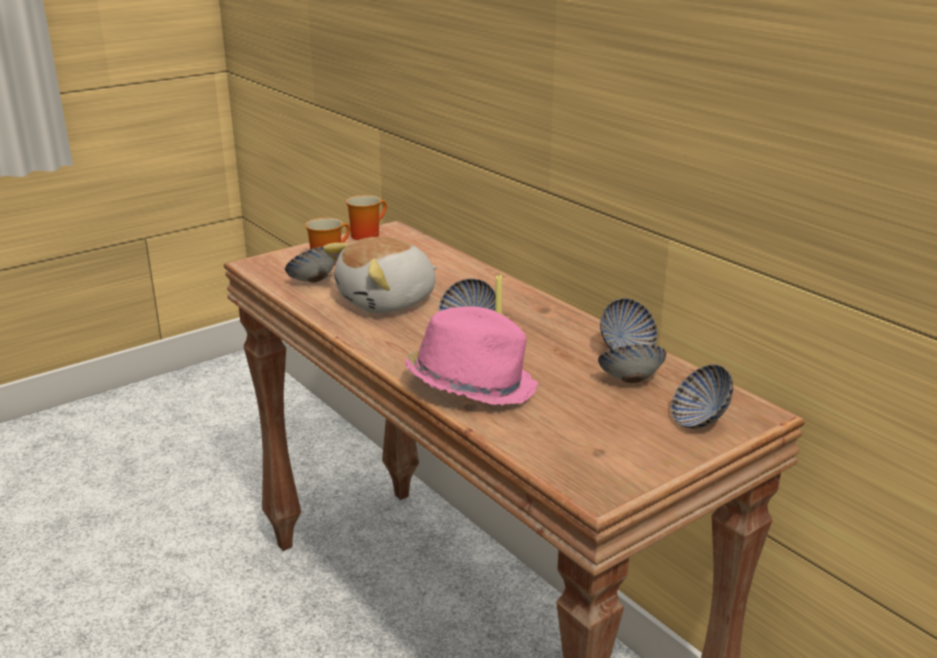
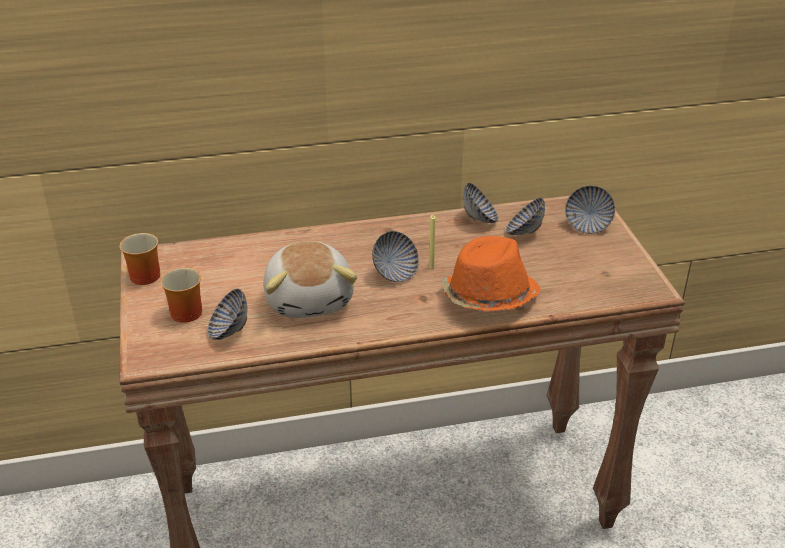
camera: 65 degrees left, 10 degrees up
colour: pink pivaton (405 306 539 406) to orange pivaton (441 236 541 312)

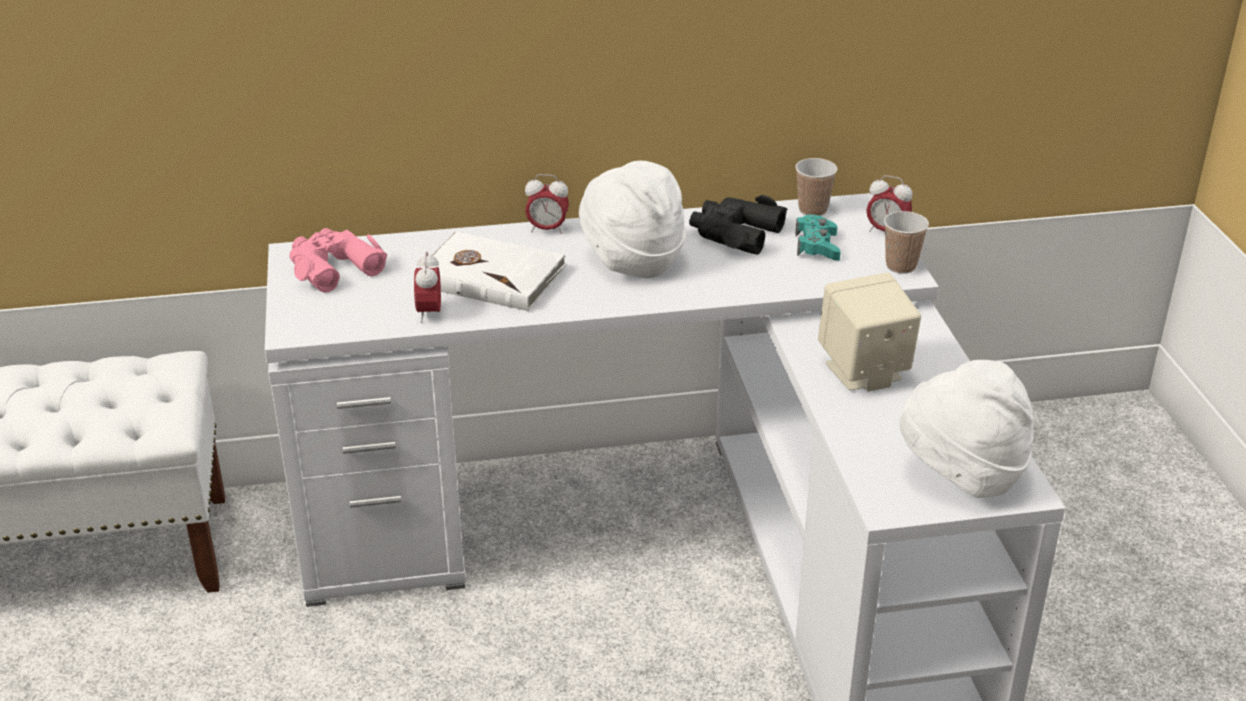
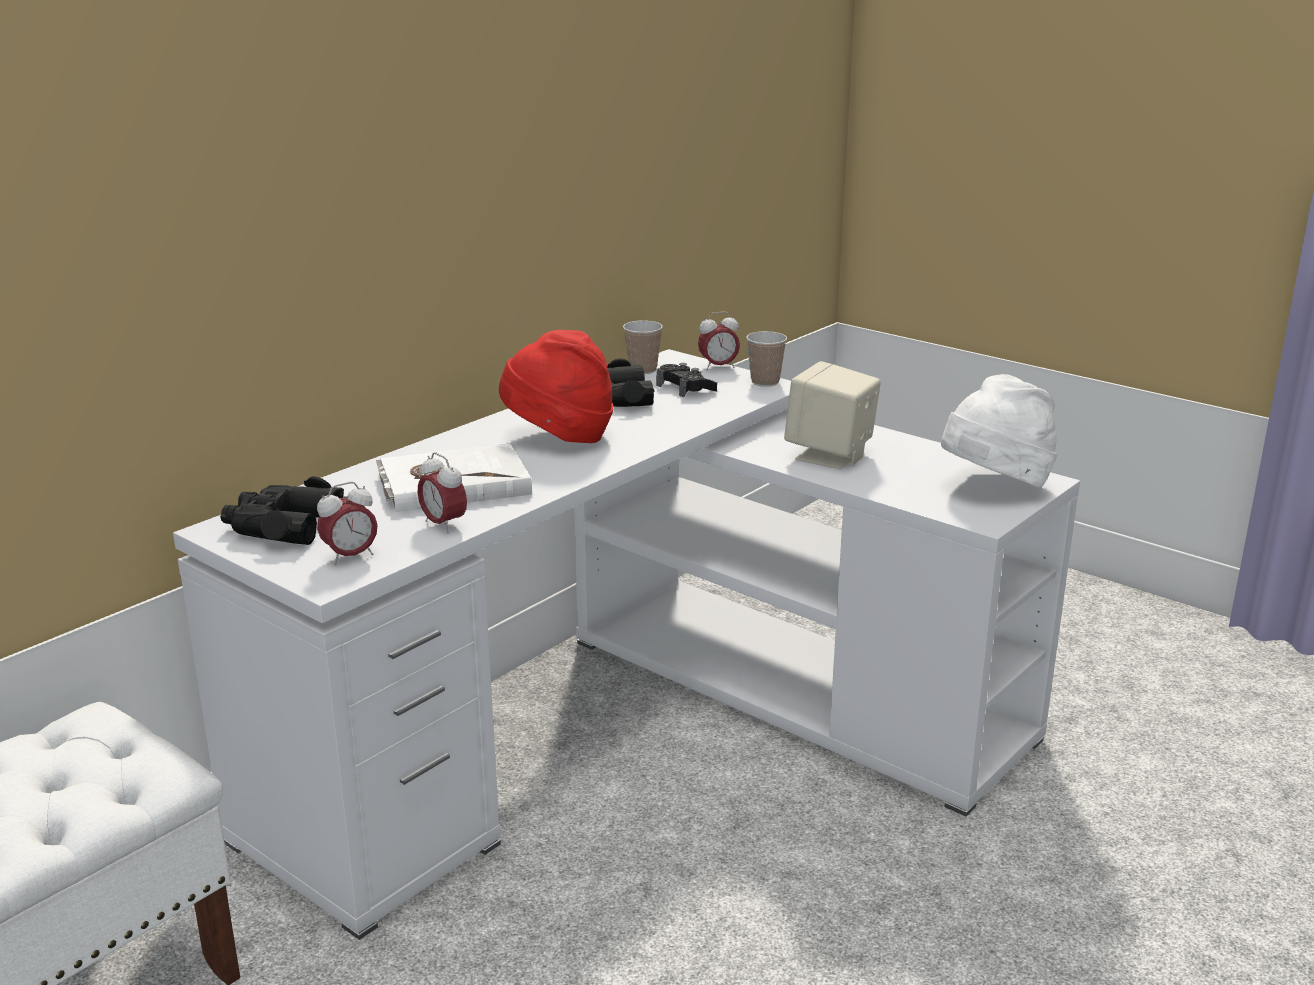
camera: 40 degrees left, 10 degrees down
relocated: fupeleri (525 174 569 234) to (317 482 378 565)
colour: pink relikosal (290 228 387 293) to black relikosal (220 477 344 545); white pivaton (579 161 686 278) to red pivaton (499 330 614 443); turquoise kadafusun (796 215 841 261) to black kadafusun (656 363 717 398)

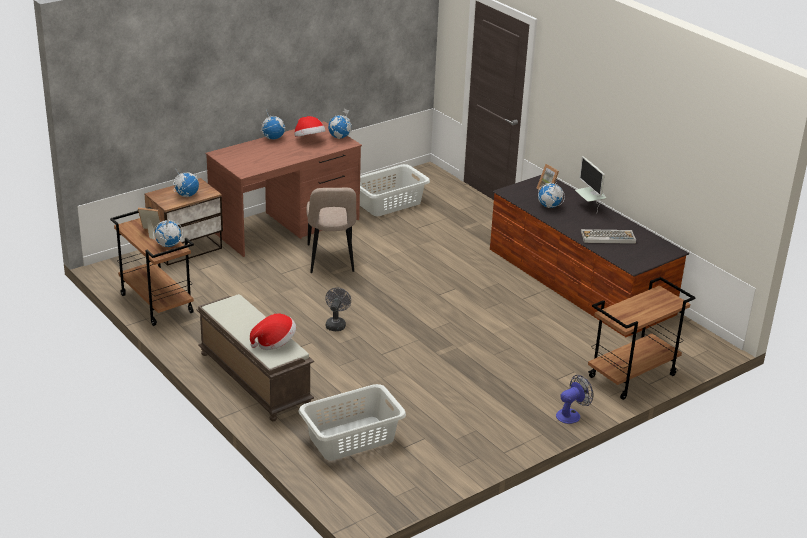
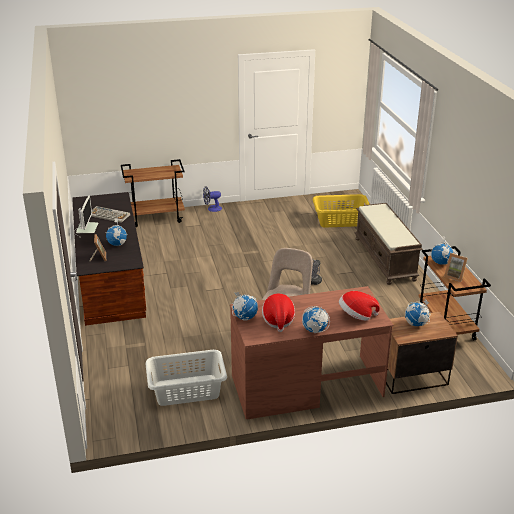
camera: 155 degrees left, 0 degrees up
relocated: pivaton (250 314 296 350) to (339 291 380 321)
colour: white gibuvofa (298 384 406 461) to yellow gibuvofa (313 194 370 228)

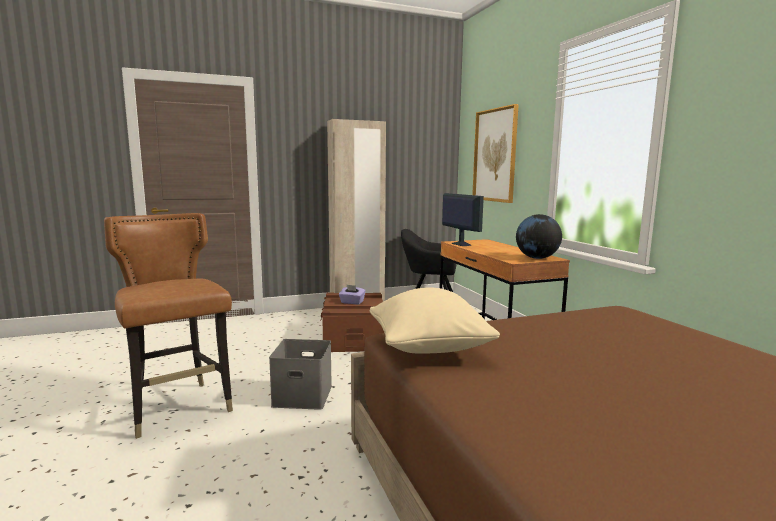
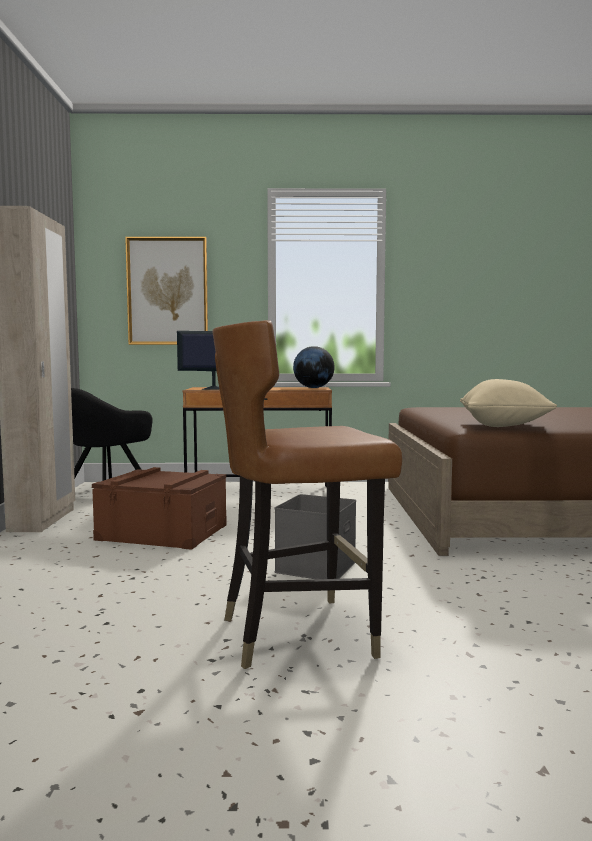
camera: 70 degrees left, 5 degrees down
missing: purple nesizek (339 285 366 304)

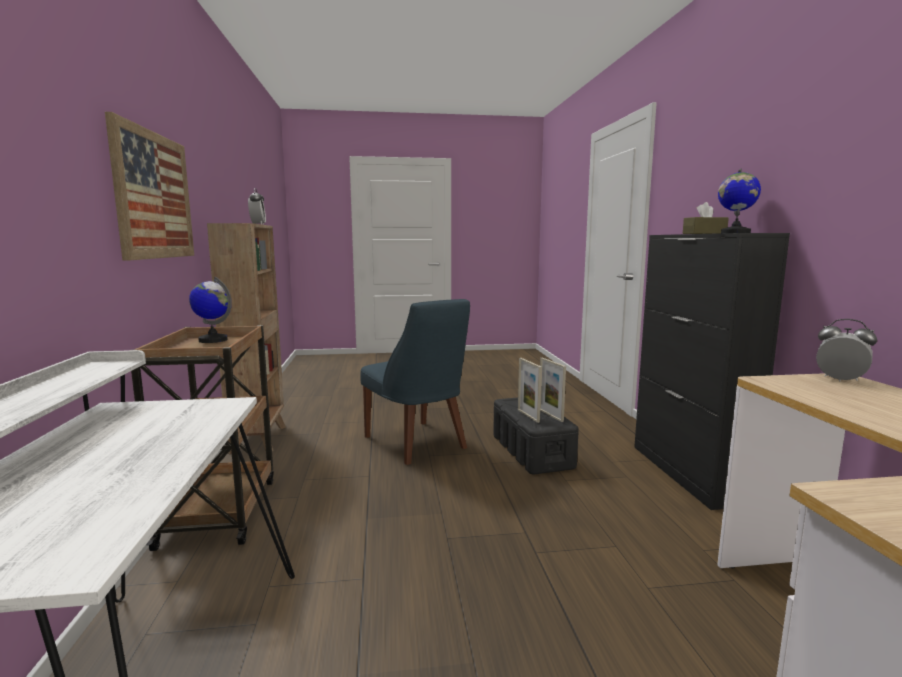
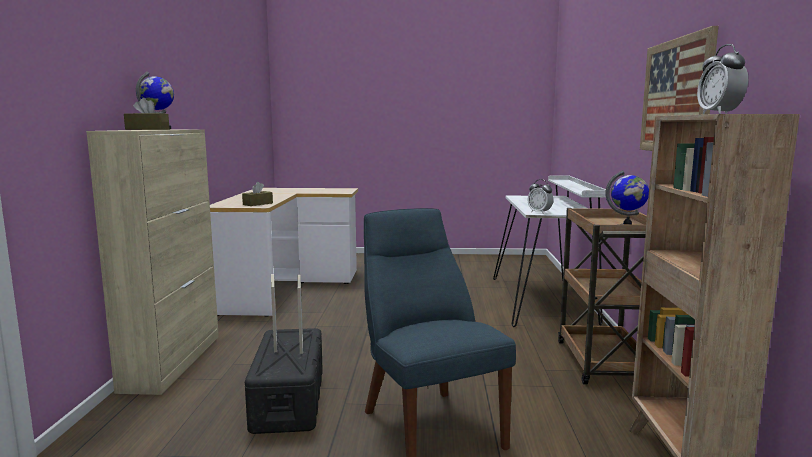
camera: 170 degrees left, 0 degrees up
appeared: brown nesizek (242 182 273 206)
relocated: fupeleri (816 319 877 381) to (528 179 554 214)
colour: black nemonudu (634 233 790 510) to beige nemonudu (86 129 219 395)

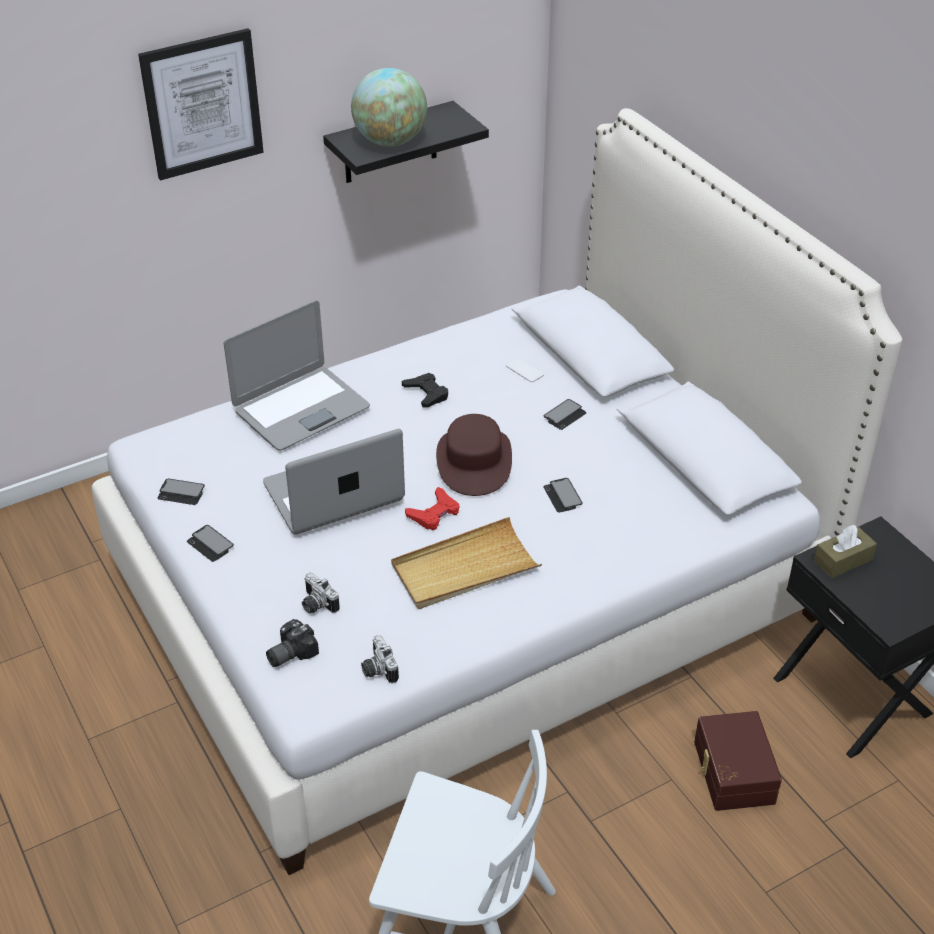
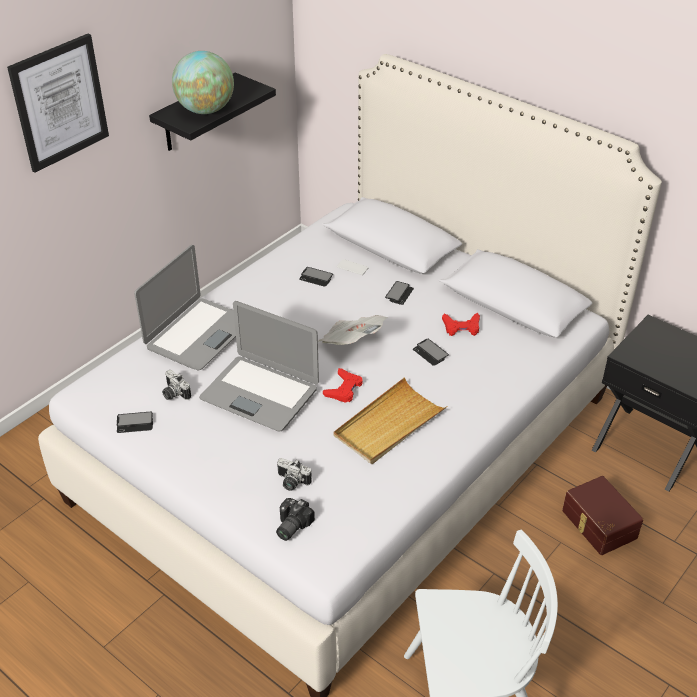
camera: 20 degrees left, 0 degrees up
missing: black kadafusun (402 373 448 408); brown nesizek (814 525 877 578)
appeared: red kadafusun (442 313 480 336)
relocated: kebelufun (361 635 399 684) to (162 370 191 400); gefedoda (187 525 234 562) to (299 267 333 287)
exchanged: brown pivaton (436 414 512 496) to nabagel (319 315 388 345)
spun: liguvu (263 429 405 535) = (199 301 319 432) 105 degrees counterclockwise

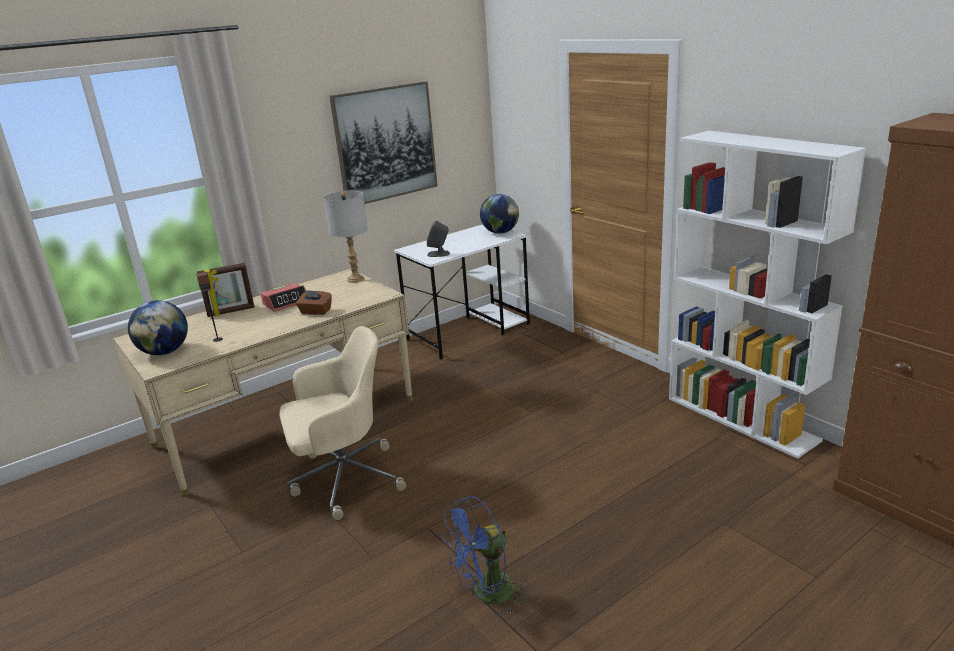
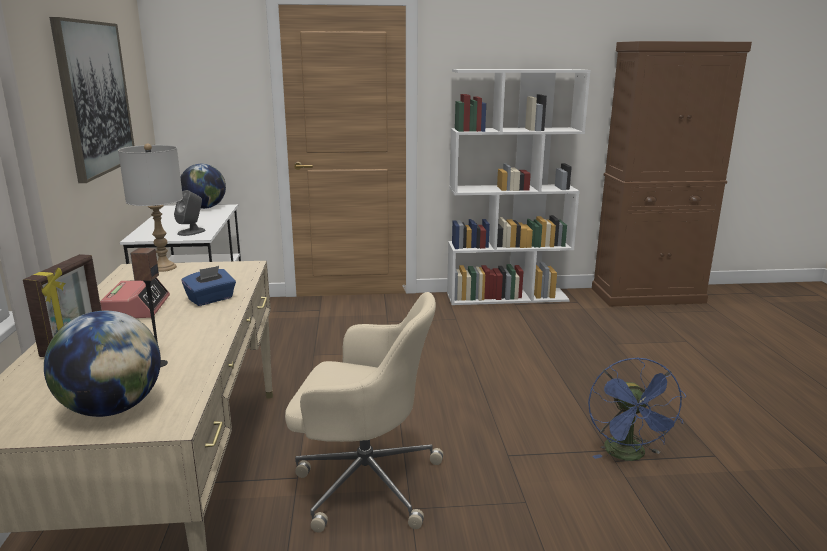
camera: 60 degrees left, 5 degrees down
colour: brown nesizek (296 290 332 315) to blue nesizek (182 266 236 306)
spun: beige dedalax (280 326 406 520) = (285 292 443 533) 90 degrees clockwise

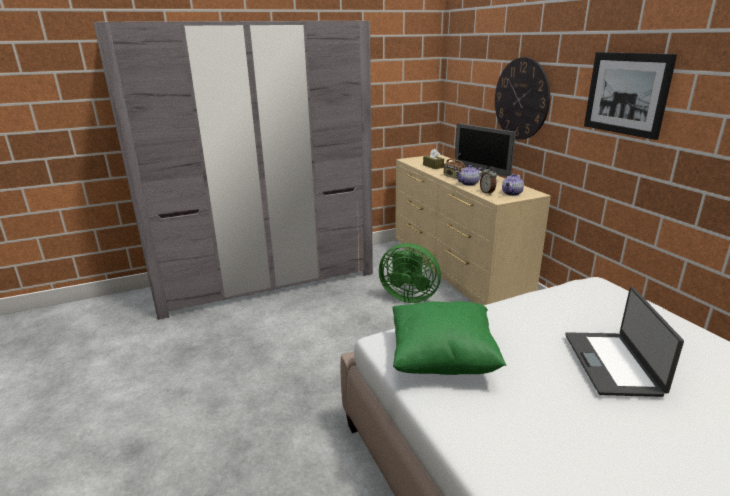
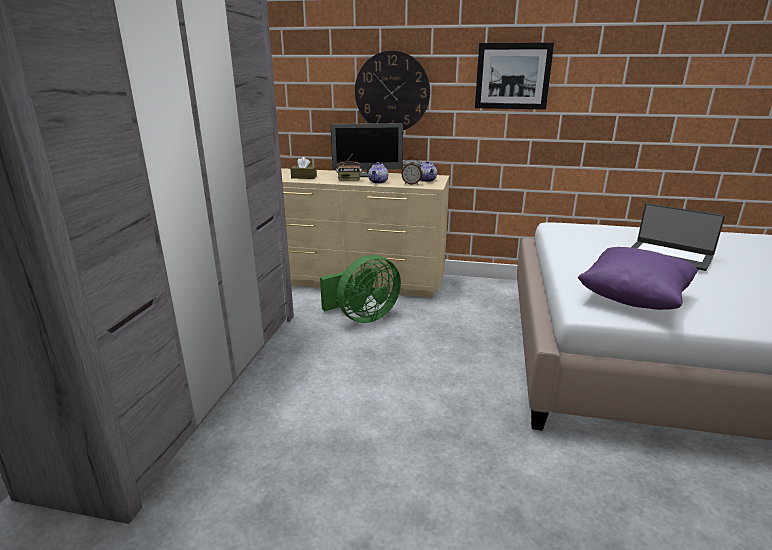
camera: 55 degrees left, 0 degrees up
colour: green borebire (392 301 506 375) to purple borebire (577 247 699 310)

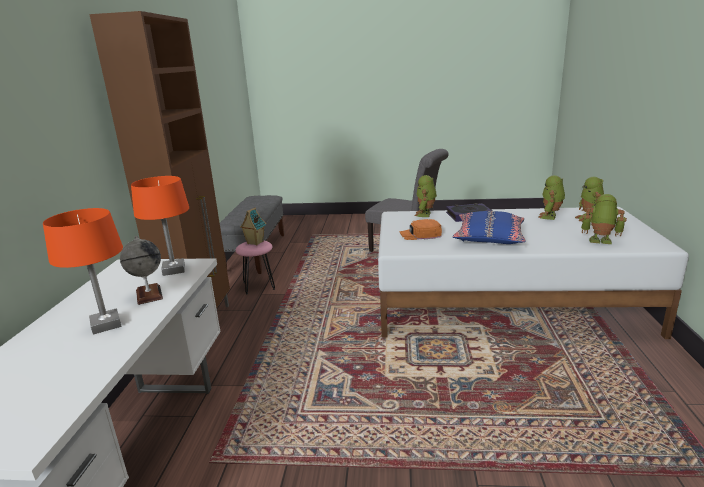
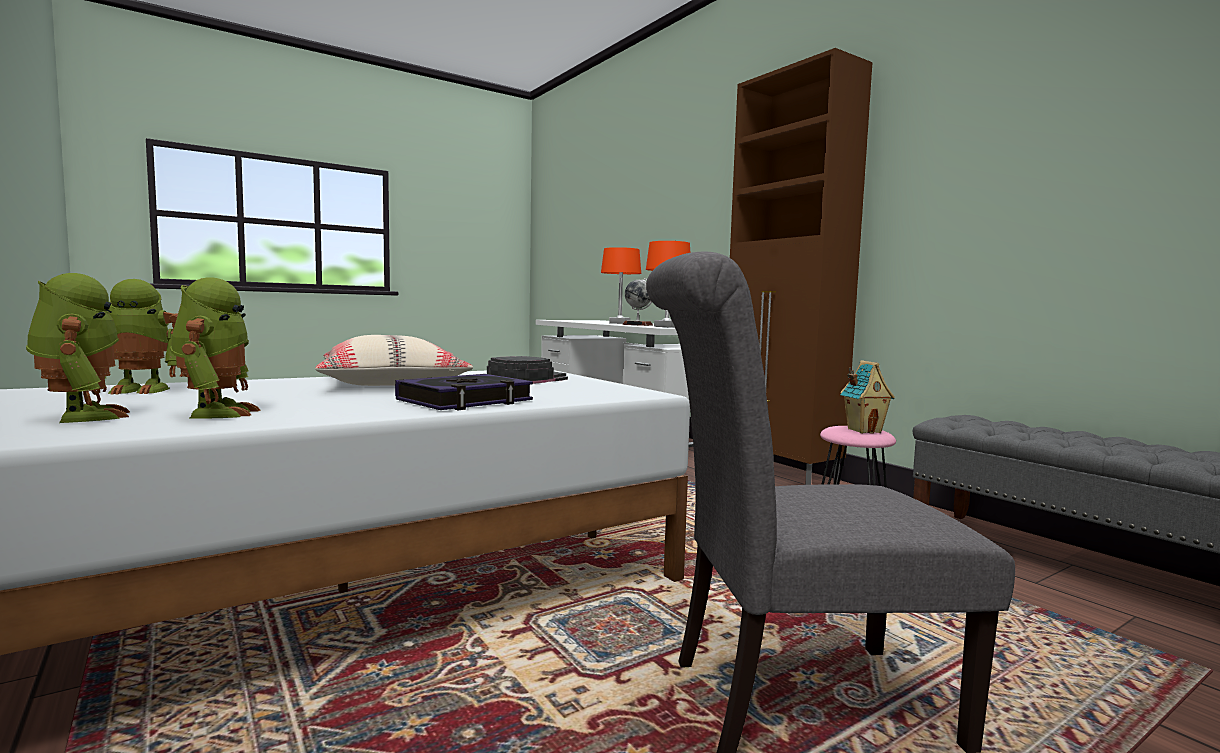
camera: 140 degrees right, 15 degrees down
missing: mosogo (415 175 437 217)
colour: blue borebire (452 211 526 244) to beige borebire (315 335 473 386); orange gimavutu (400 219 442 240) to black gimavutu (487 356 568 384)

